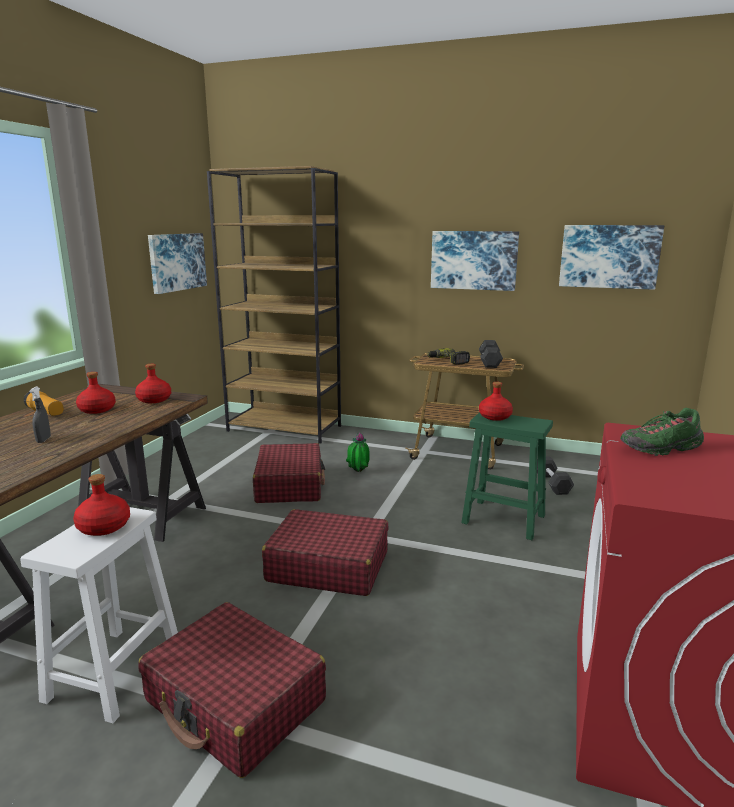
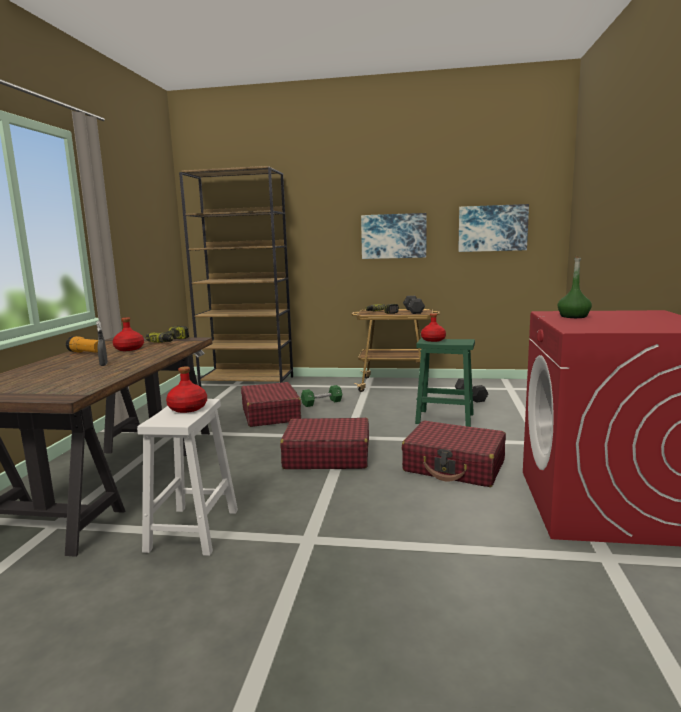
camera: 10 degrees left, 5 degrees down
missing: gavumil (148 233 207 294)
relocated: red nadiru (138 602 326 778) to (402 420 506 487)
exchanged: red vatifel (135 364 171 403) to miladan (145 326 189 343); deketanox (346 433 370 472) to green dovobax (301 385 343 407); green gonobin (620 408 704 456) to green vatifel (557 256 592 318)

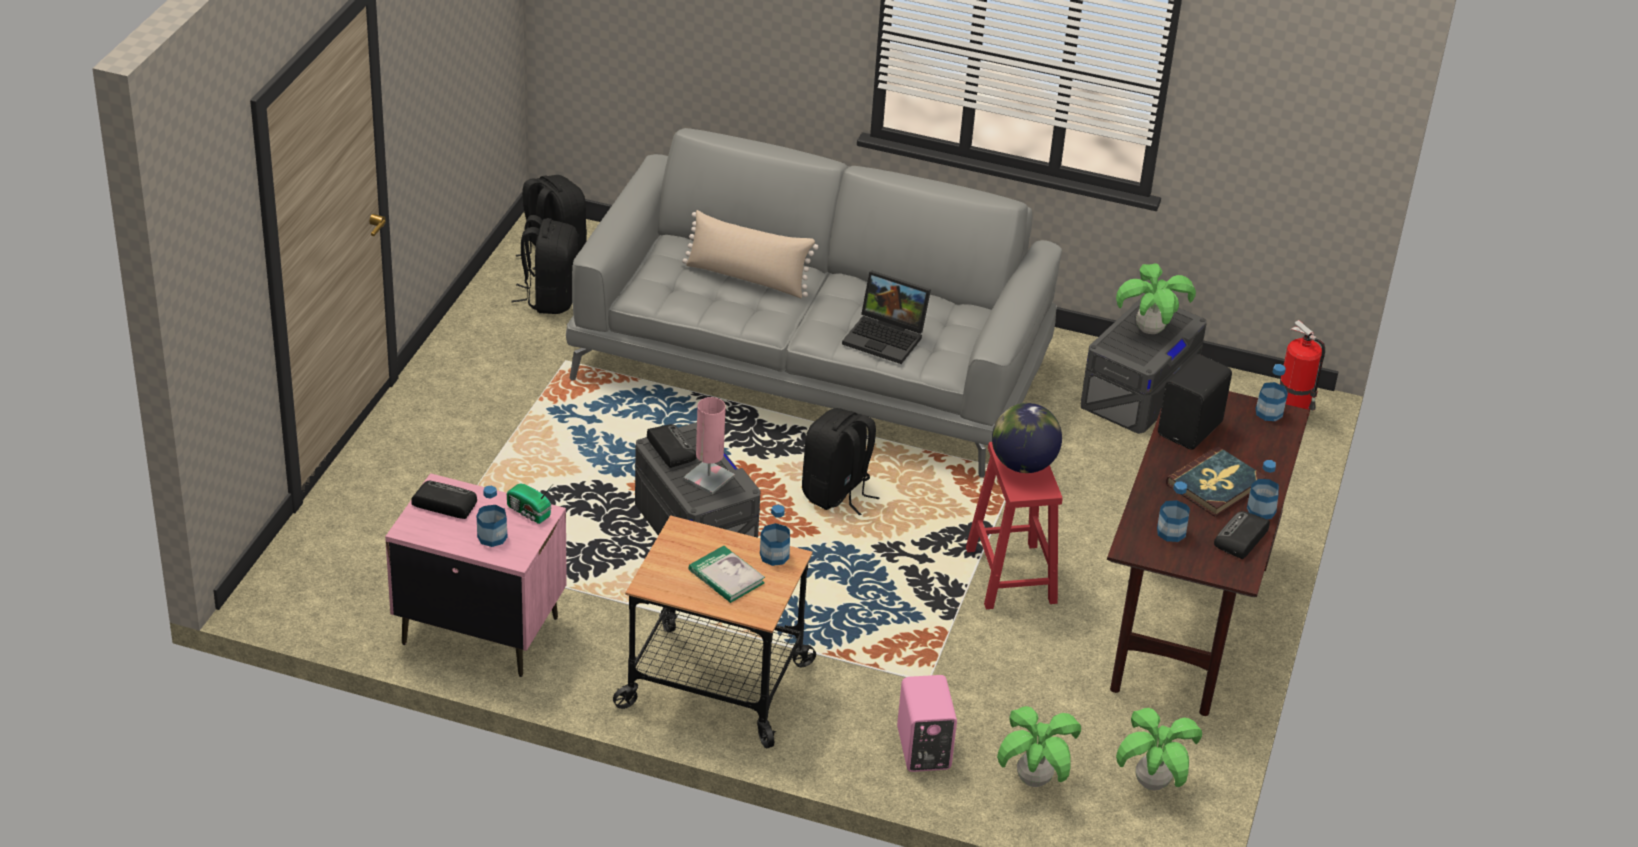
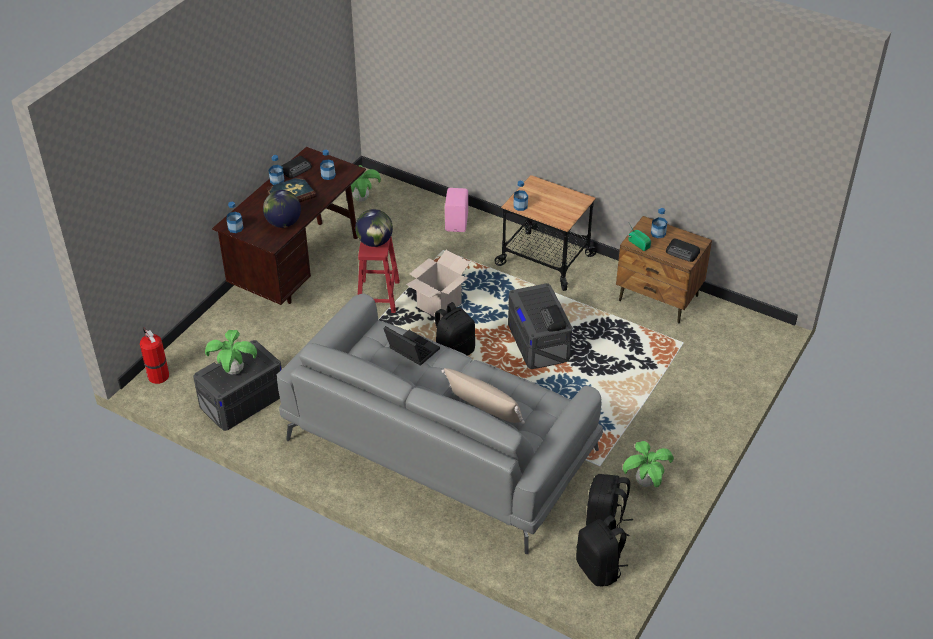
camera: 165 degrees left, 5 degrees up
missing: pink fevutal (683 397 735 494); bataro (689 546 765 603)
appeared: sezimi (406 250 470 319)
relocated: deketanox (997 706 1081 787) to (623 441 674 487)
exchanged: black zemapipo (1158 354 1232 450) to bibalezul (263 190 301 228)
colour: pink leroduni (385 473 567 677) to brown leroduni (616 216 712 324)

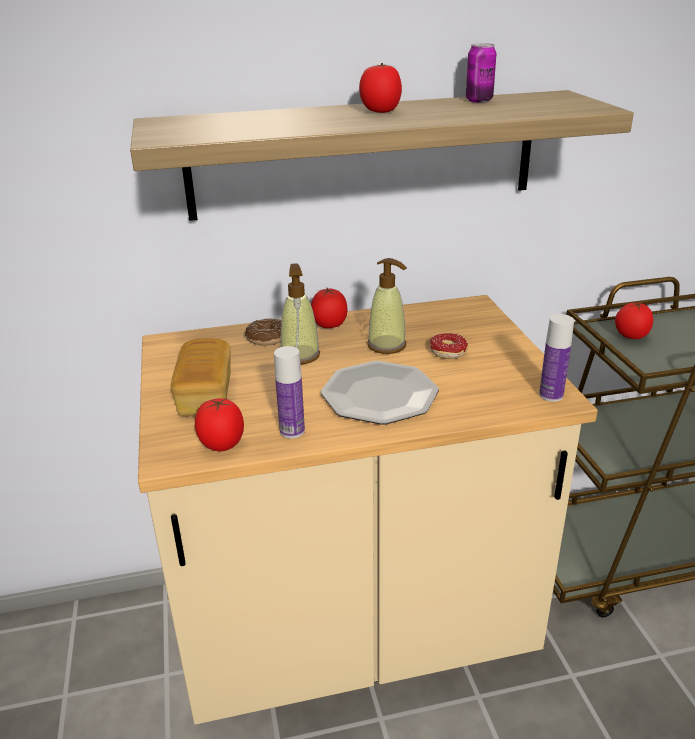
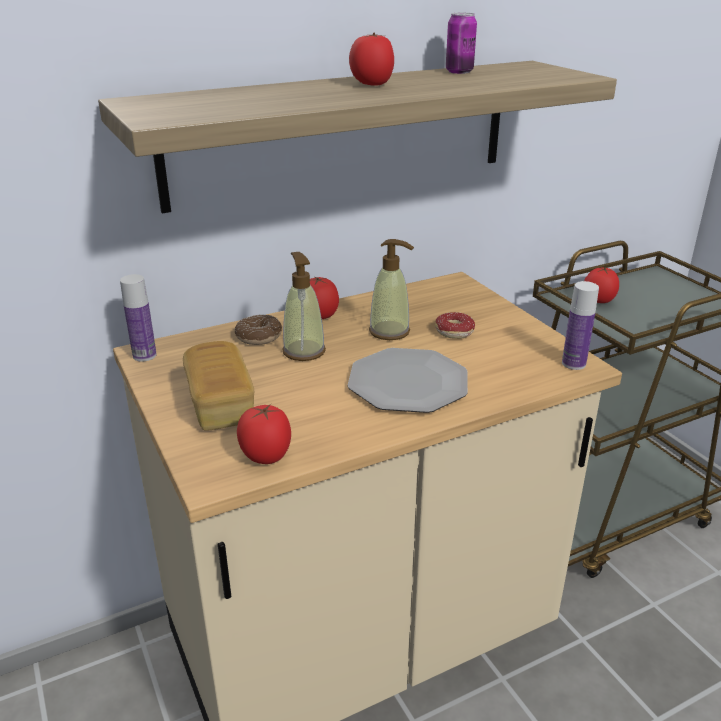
camera: 15 degrees left, 0 degrees up
relocated: vatifel (274 346 305 439) to (120 274 157 362)

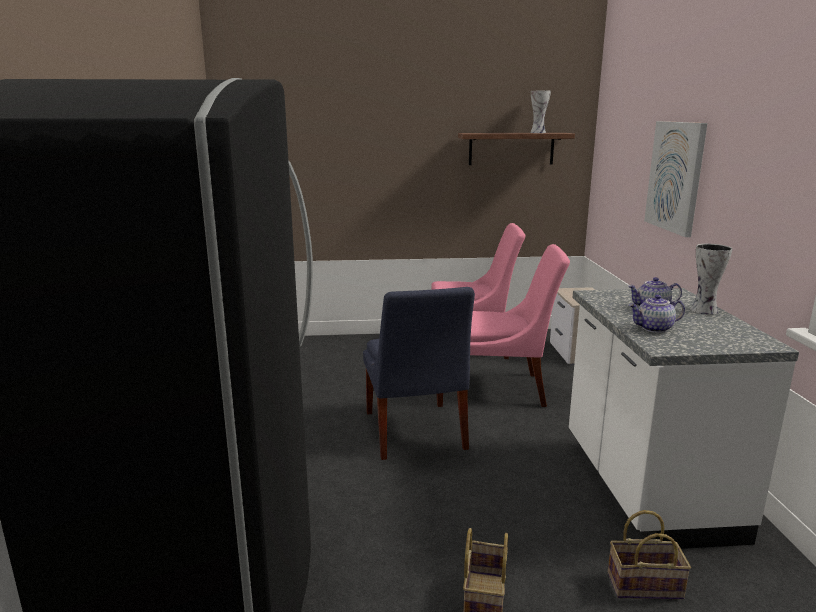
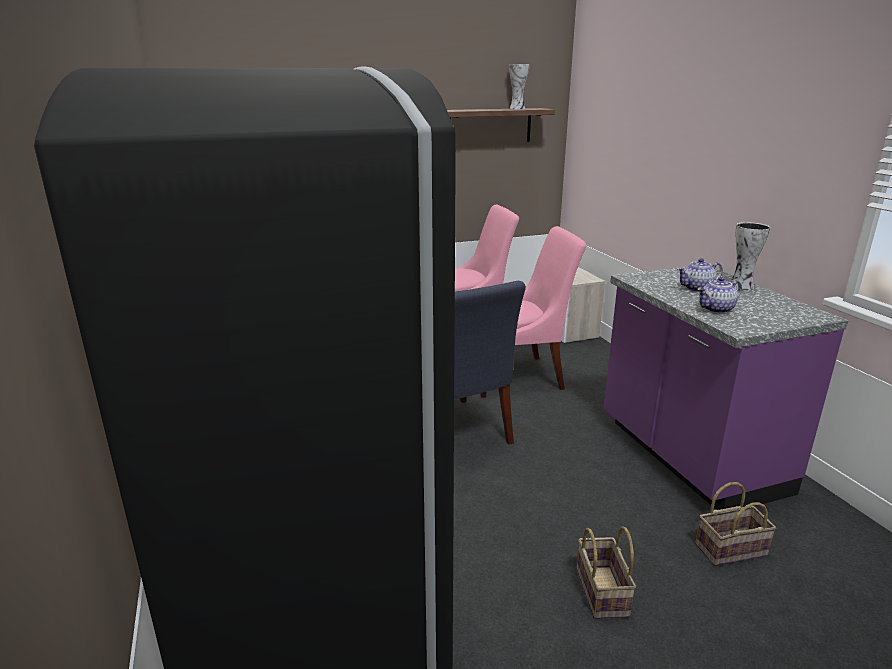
camera: 15 degrees left, 5 degrees up
missing: gavumil (644 121 708 237)
colour: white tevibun (569 288 799 549) to purple tevibun (603 266 848 510)

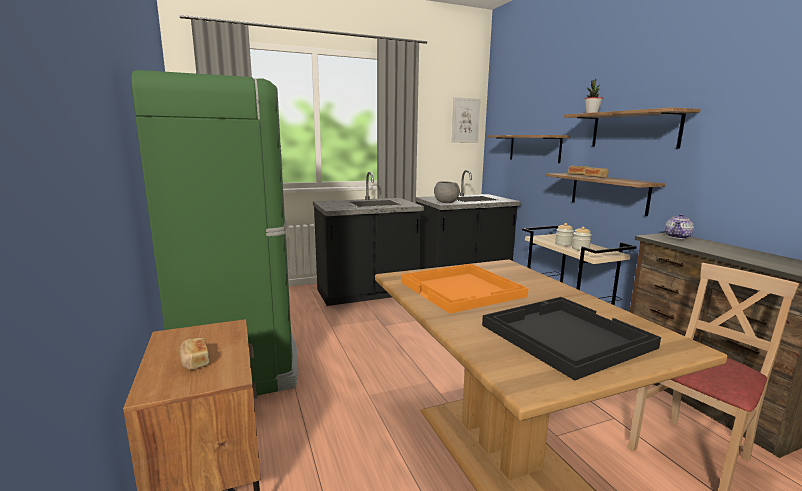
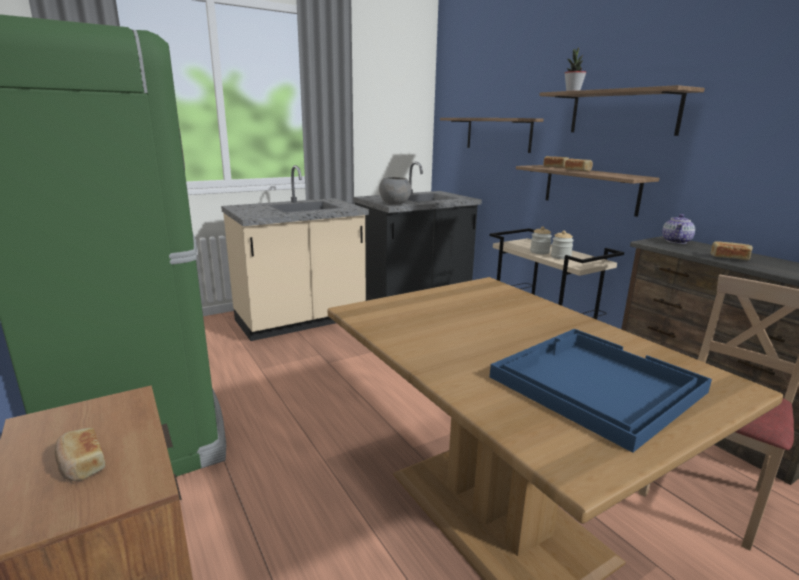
camera: 10 degrees left, 5 degrees up
missing: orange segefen (401 264 528 314); gavumil (452 97 481 143)
appeared: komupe (711 241 753 260)
colour: black tevibun (313 172 424 306) to beige tevibun (221 165 369 341); black segefen (482 297 661 380) to blue segefen (490 329 712 453)

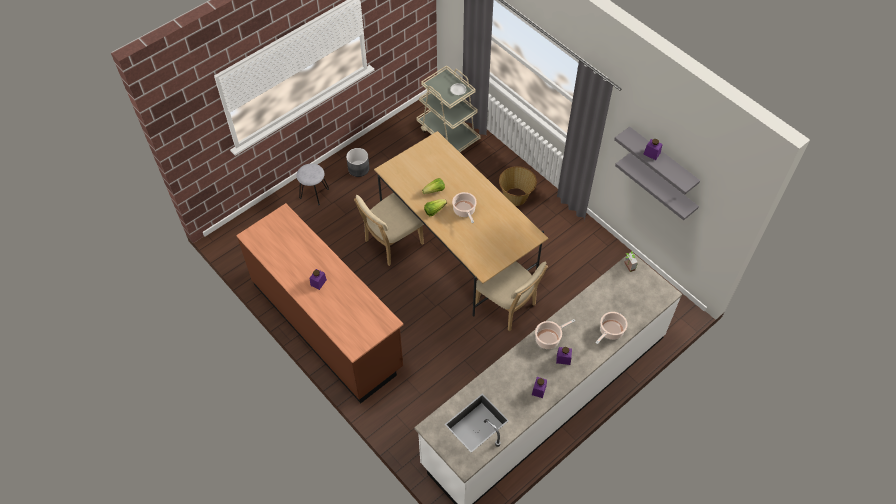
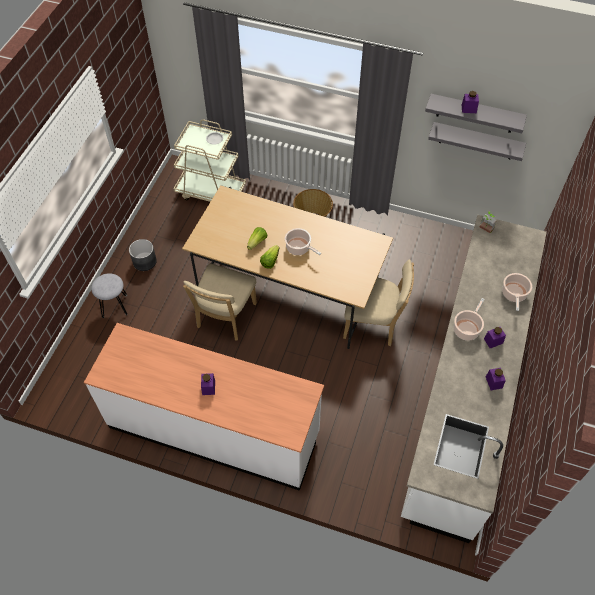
camera: 30 degrees left, 0 degrees up
colour: brown tevibun (236 203 404 403) to white tevibun (84 323 324 491)

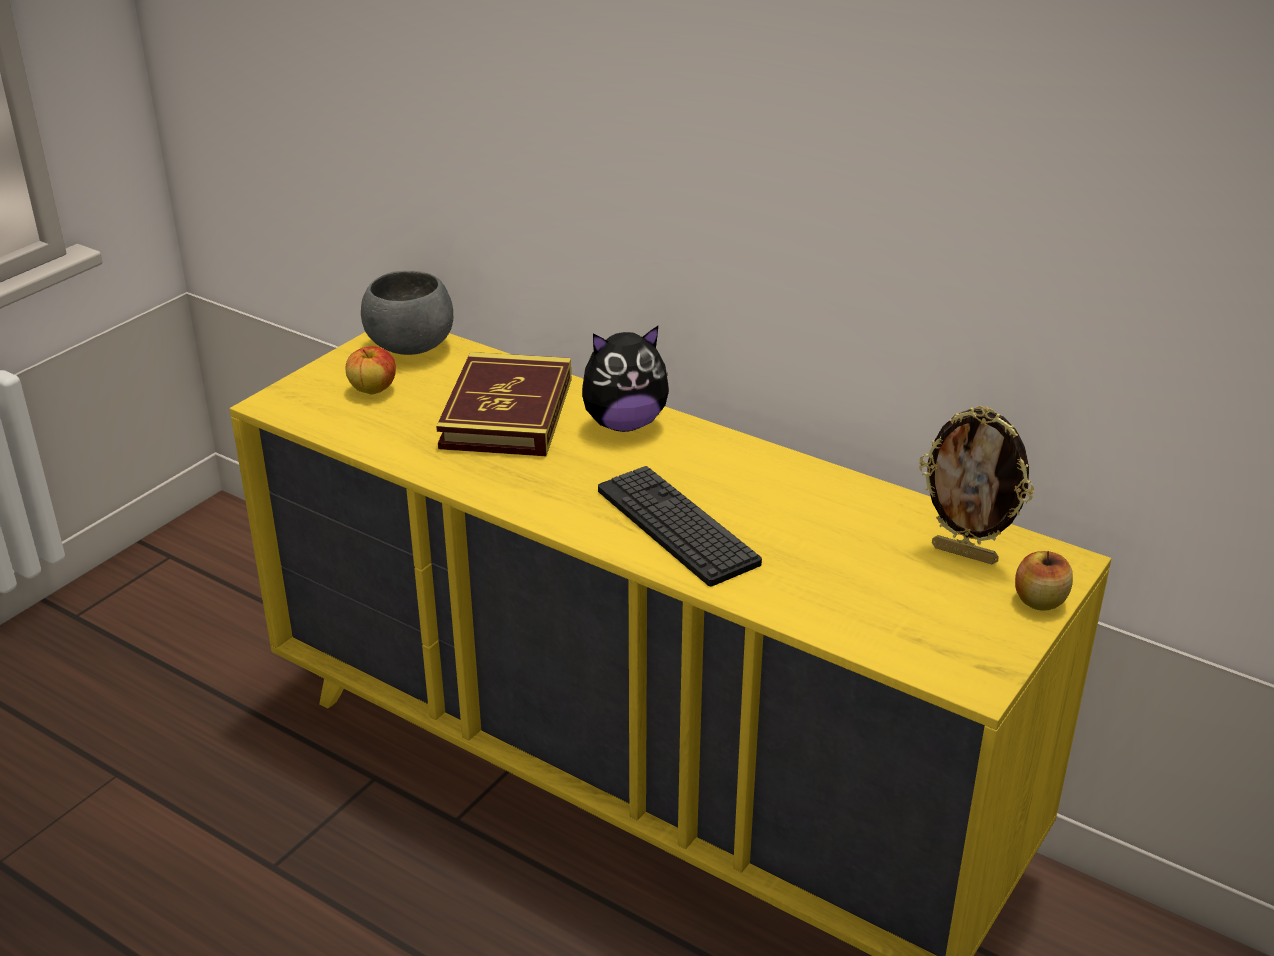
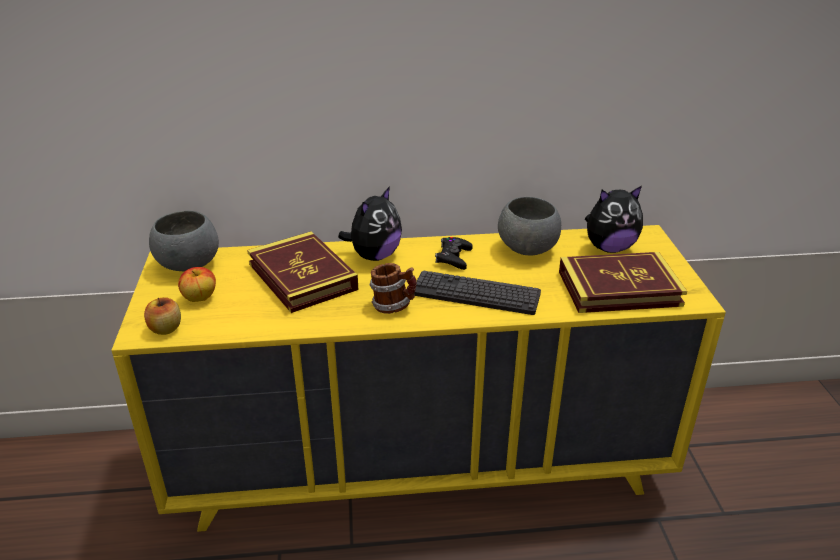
camera: 40 degrees left, 0 degrees up
appeared: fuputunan (369 263 417 314); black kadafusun (435 237 473 270); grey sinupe (498 197 561 255); bataro (559 252 687 313)
relocated: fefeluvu (1015 551 1073 611) to (144 297 181 335)
exchanged: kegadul (919 406 1034 564) to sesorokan (585 186 643 253)

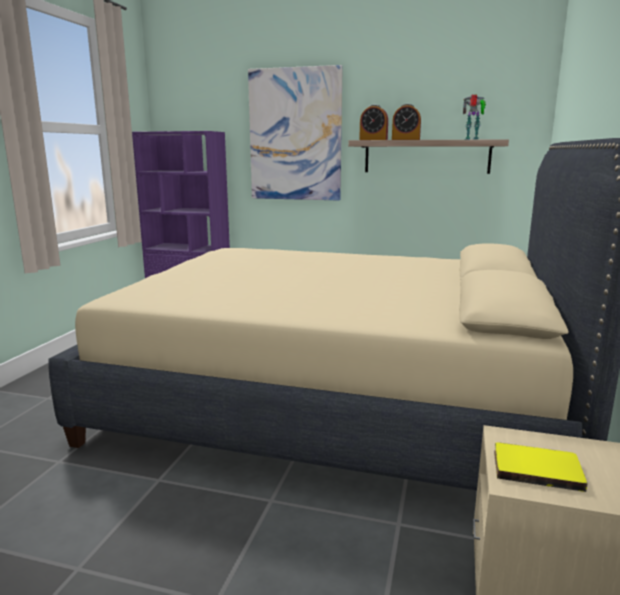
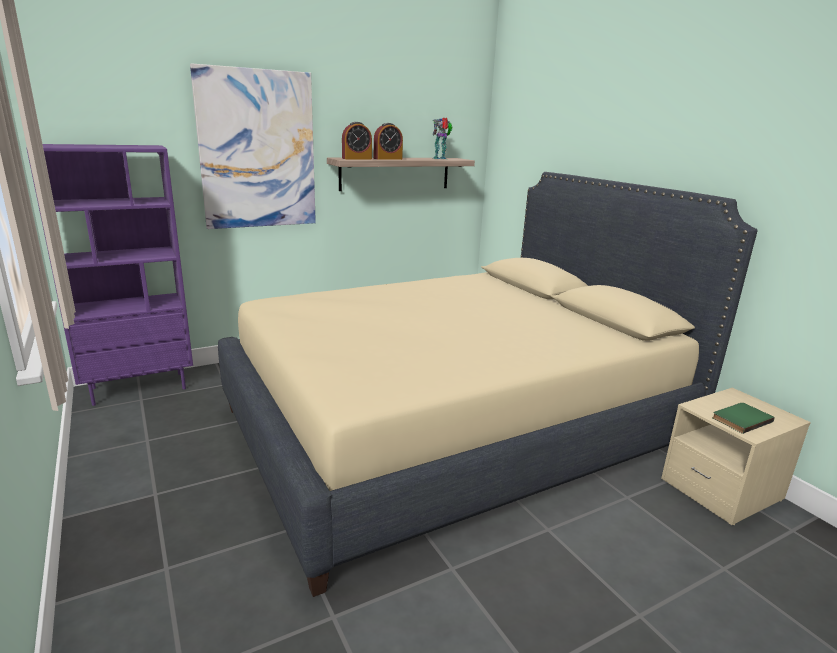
camera: 45 degrees left, 5 degrees up
colour: yellow bataro (494 442 587 492) to green bataro (712 403 775 434)

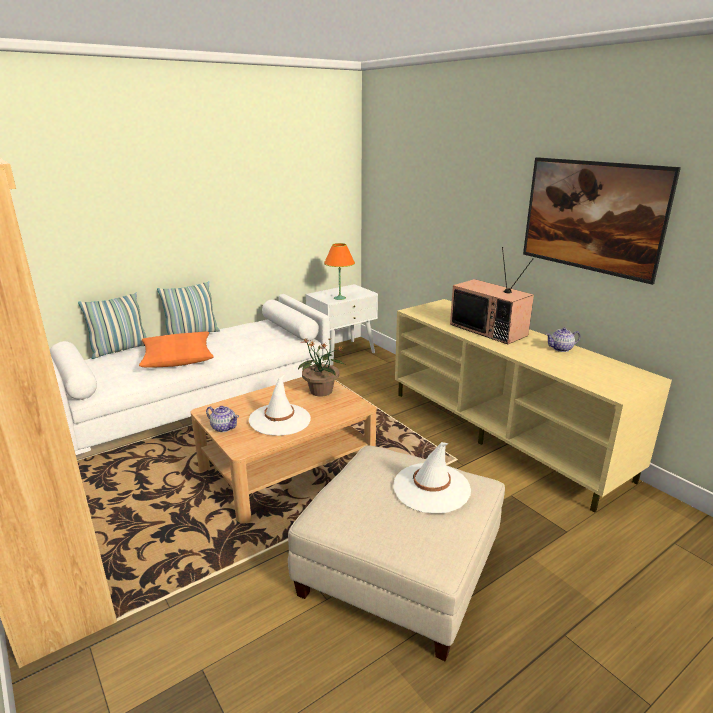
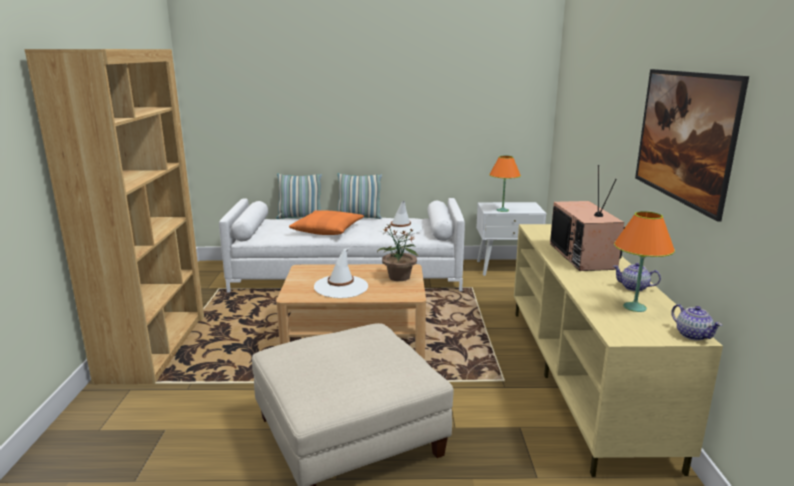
camera: 35 degrees right, 5 degrees down
appeared: orange fevutal (614 211 675 312)
relocated: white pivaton (393 442 471 513) to (380 201 422 236); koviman (206 406 239 432) to (671 304 722 341)

